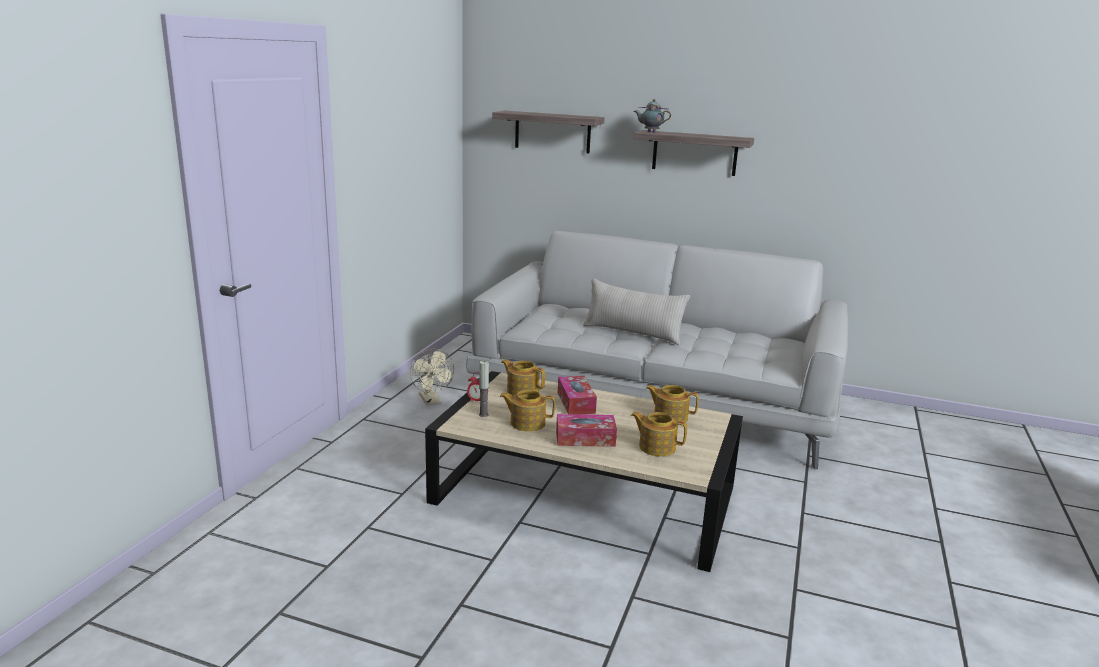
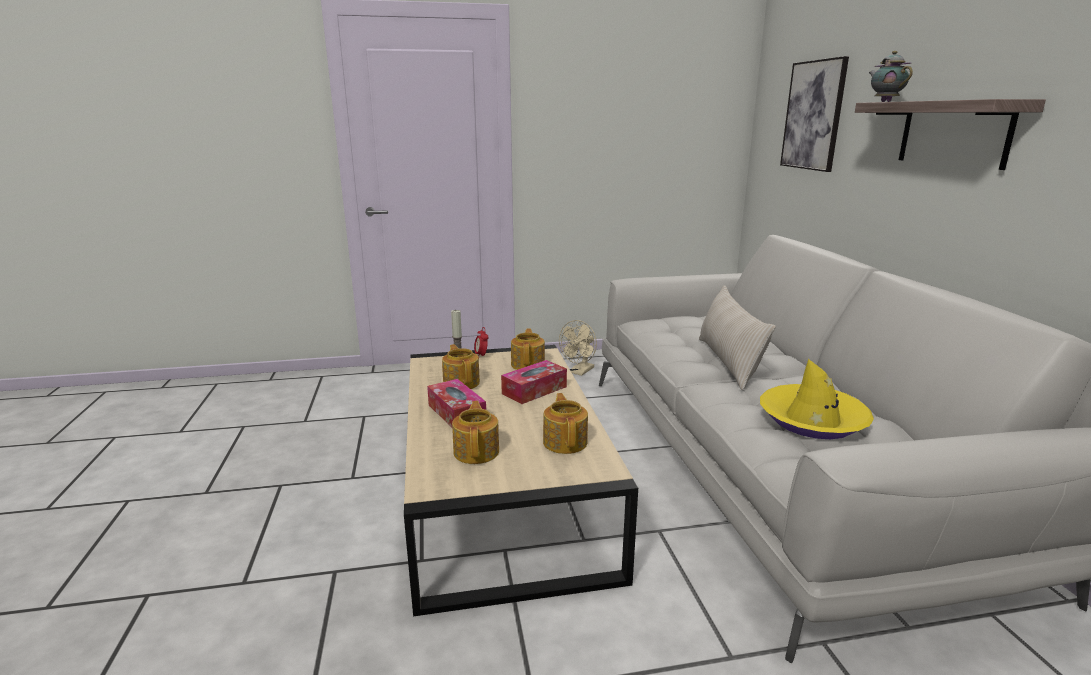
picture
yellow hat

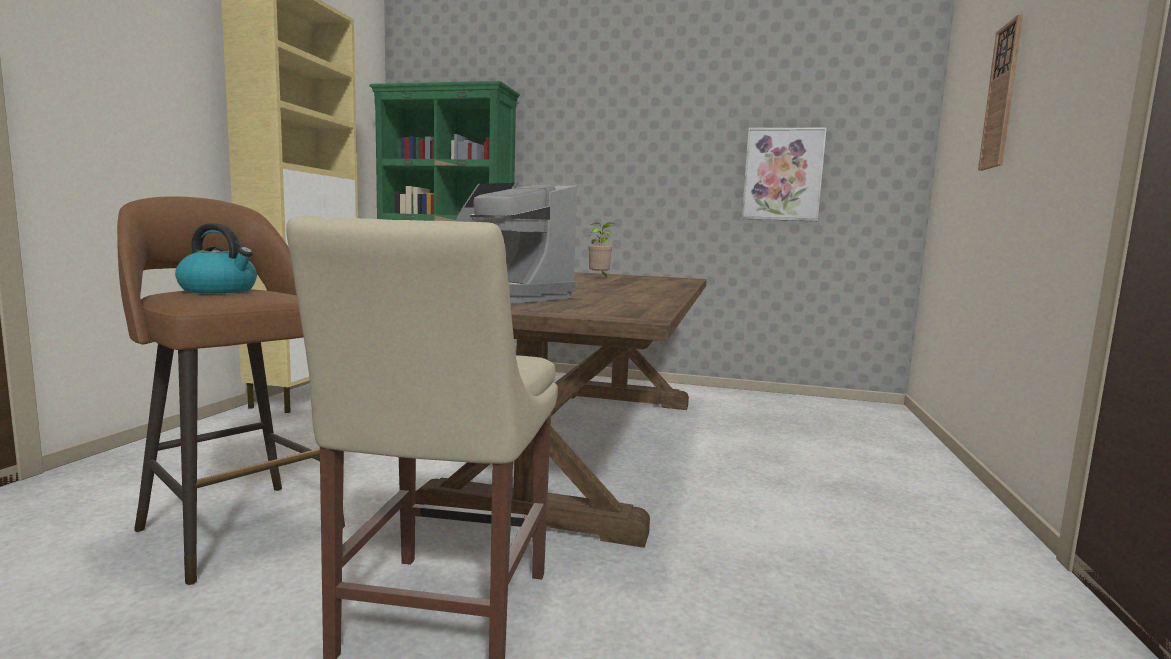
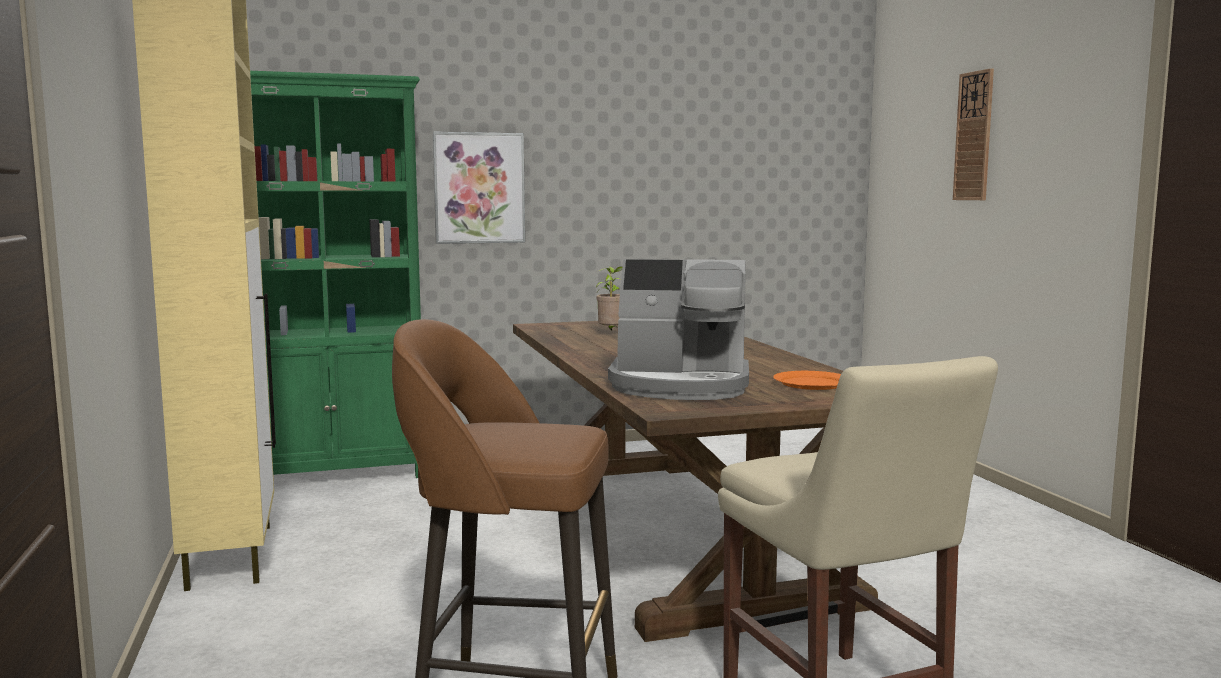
picture
kettle
orange plate

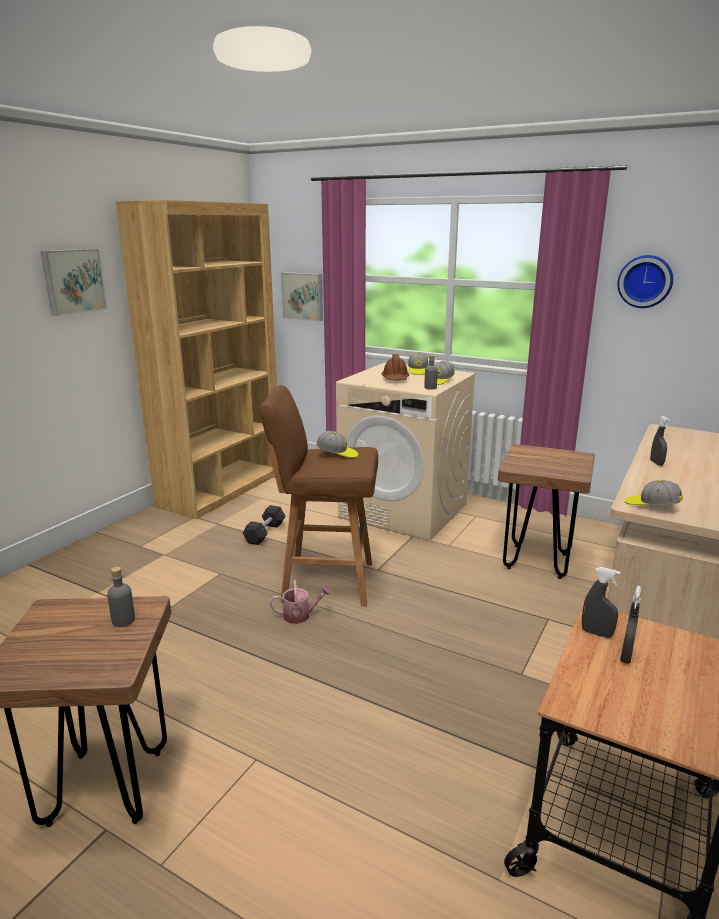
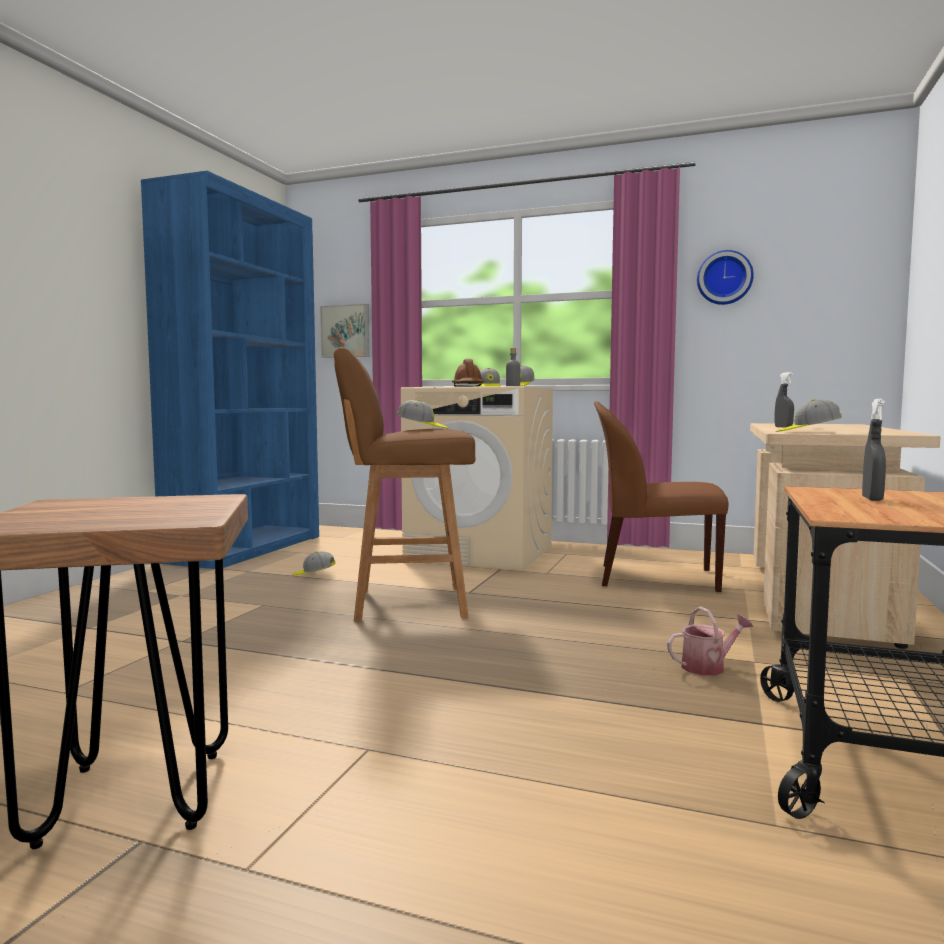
blue bookcase
picture (no. 1 from left in the first image)
brown chair
cap (no. 1 from left)
grey bottle (no. 1 from left in the first image)
grey spray bottle (no. 1 from left in the first image)
watering can

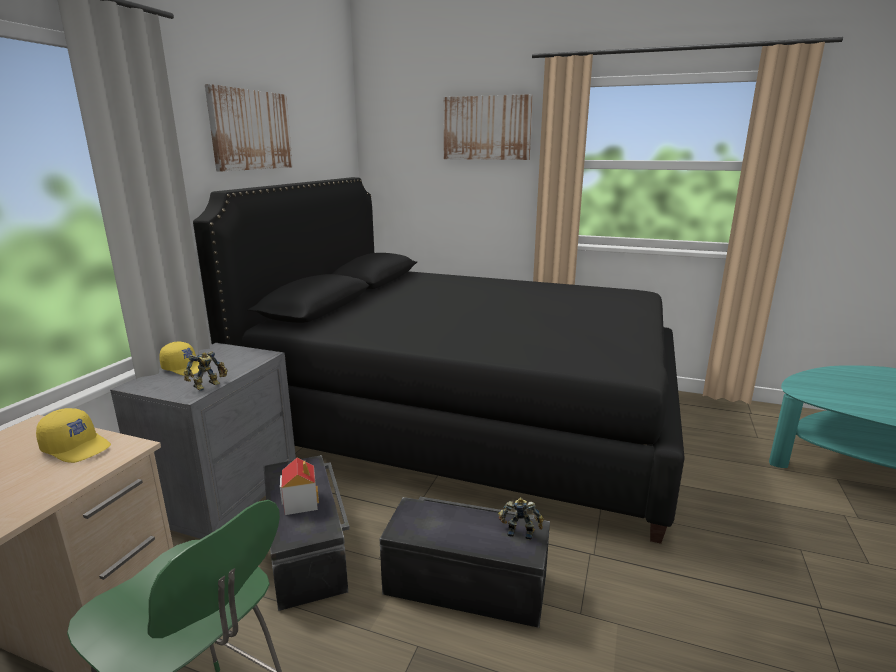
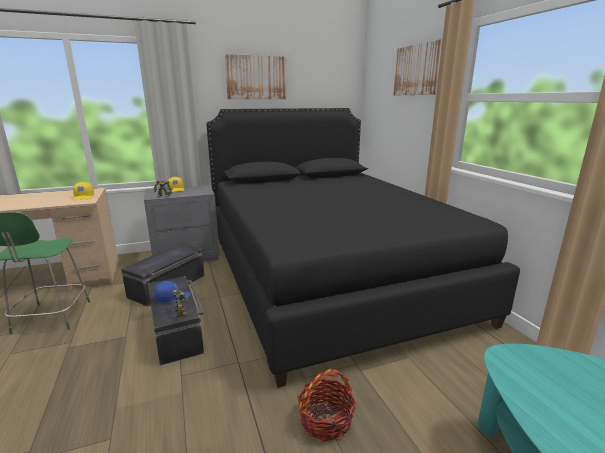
toy house
blue cap
basket

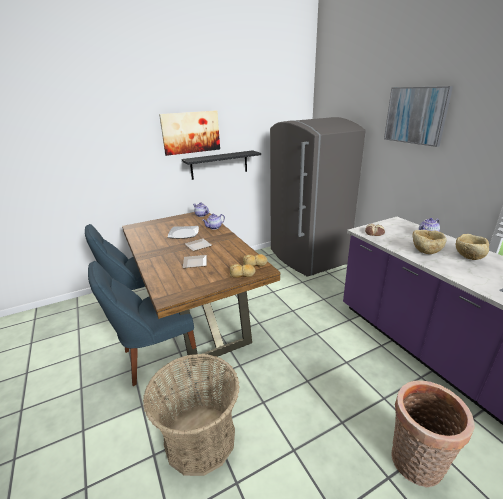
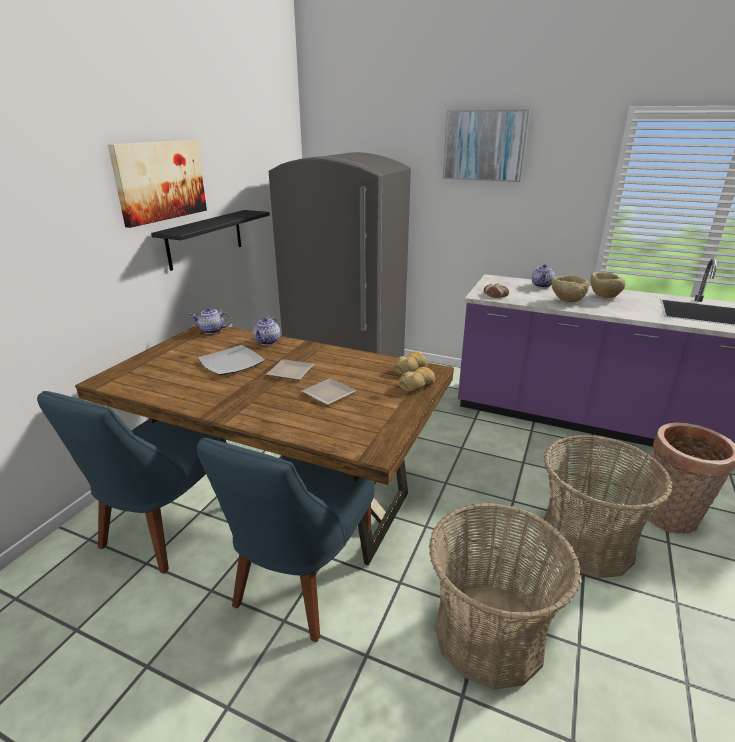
basket (no. 2 from left)

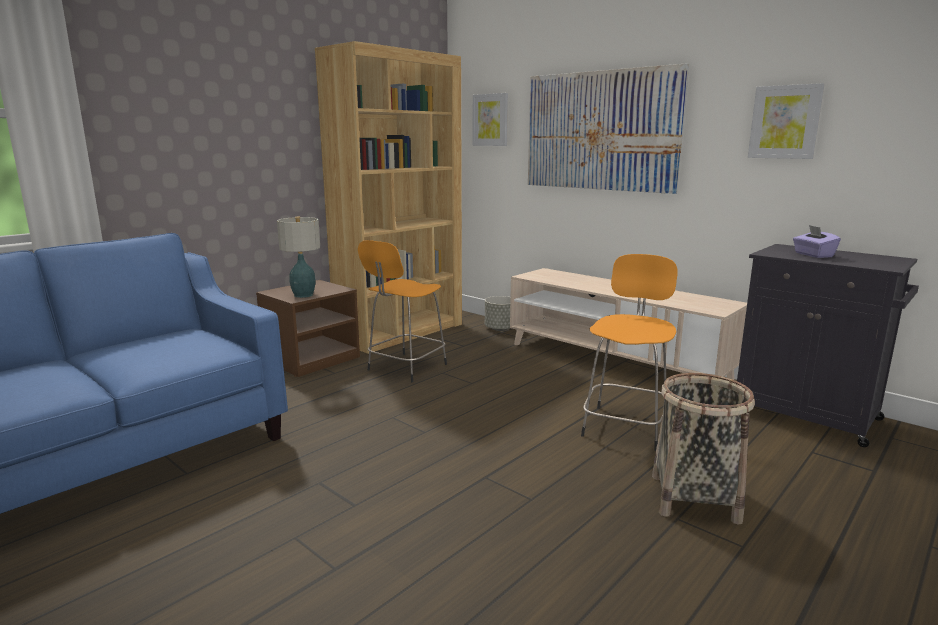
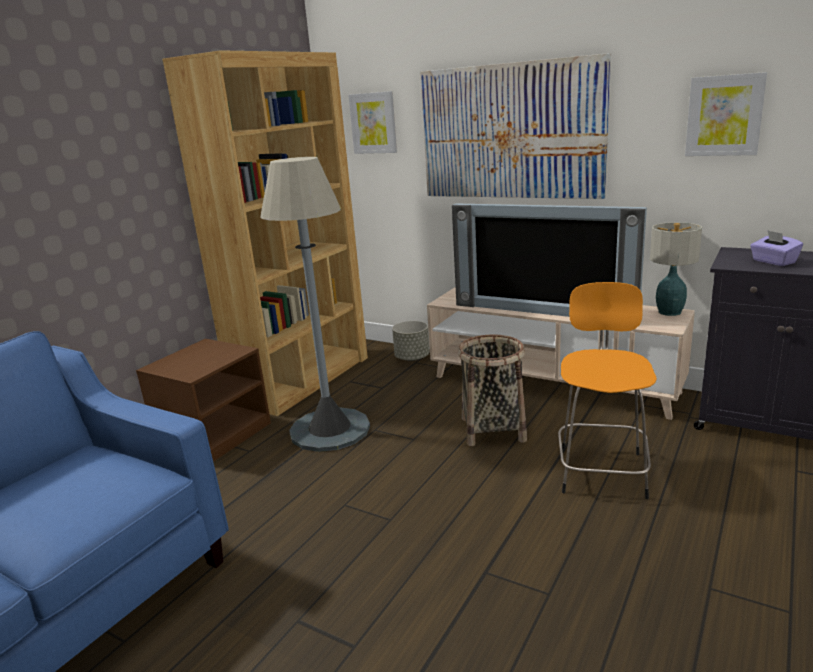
table lamp
grey floor lamp
basket
television

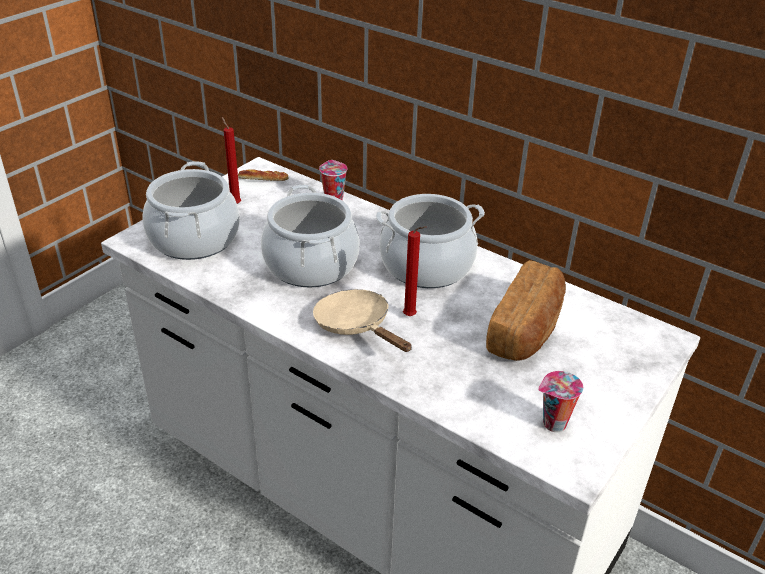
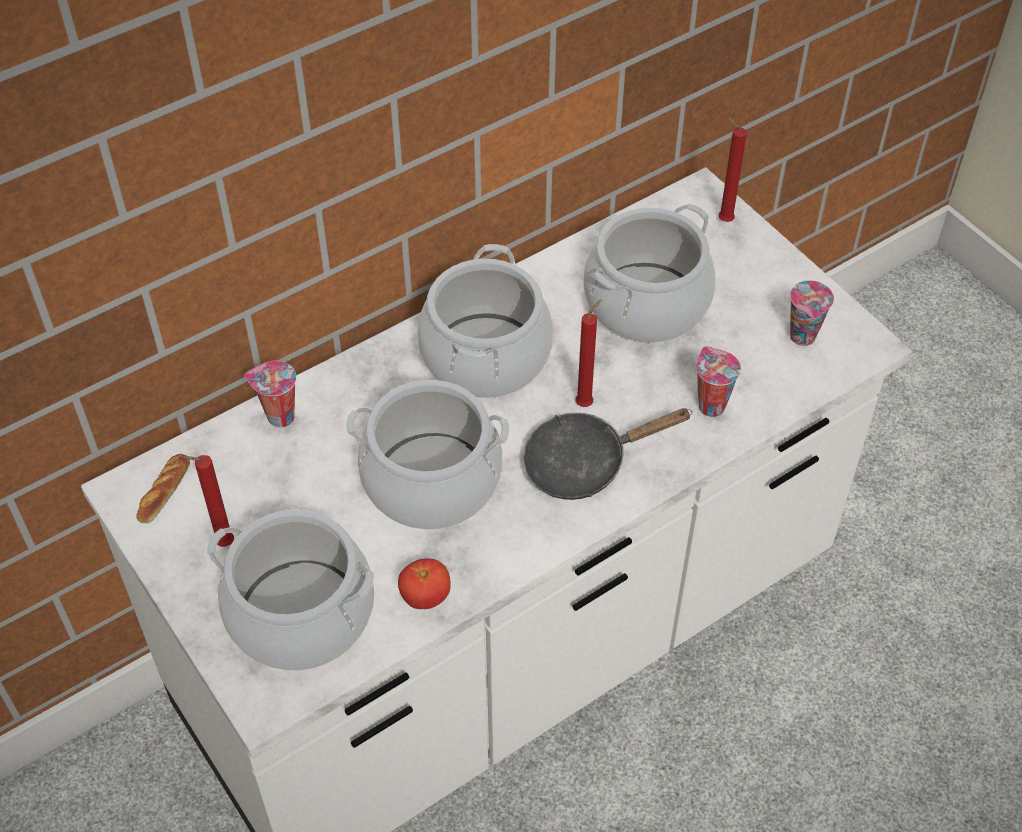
cooking pot (no. 4 from left)
black frying pan
red candle (no. 3 from left)
cup (no. 2 from left)
tomato

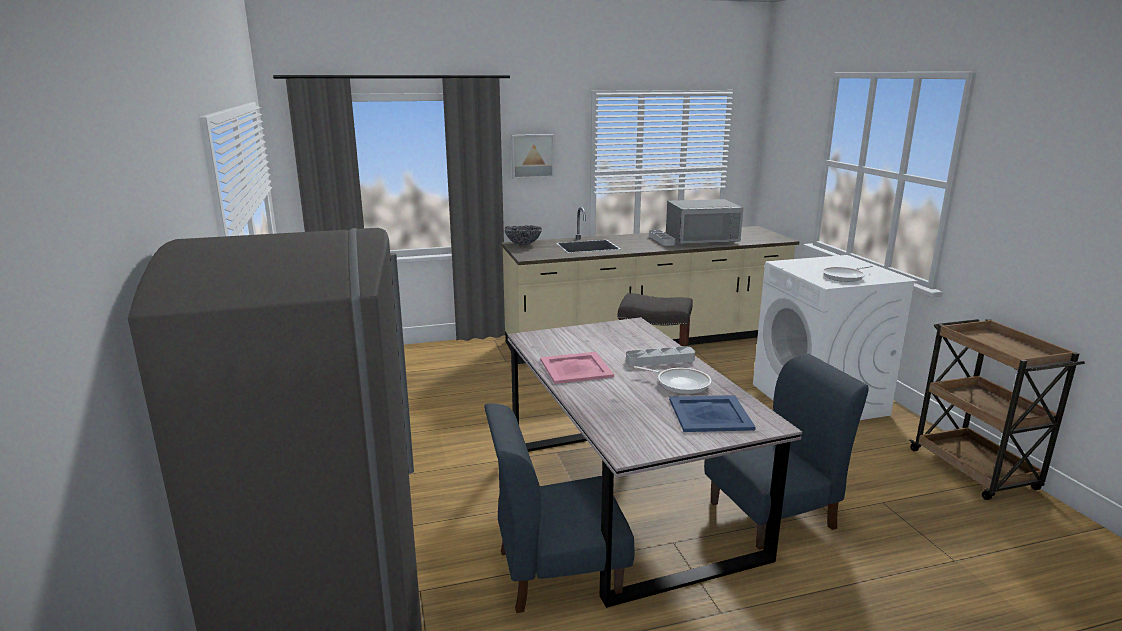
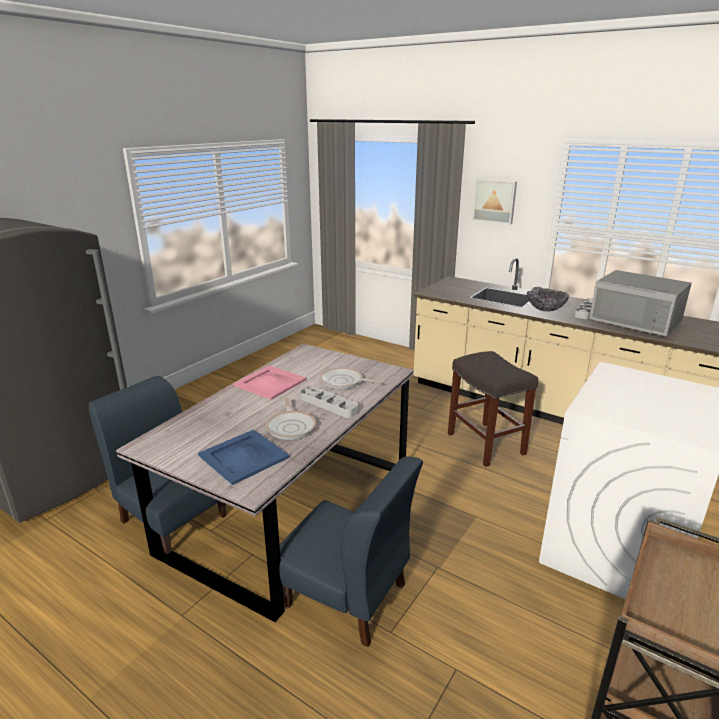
bowl
frying pan (no. 2 from left)

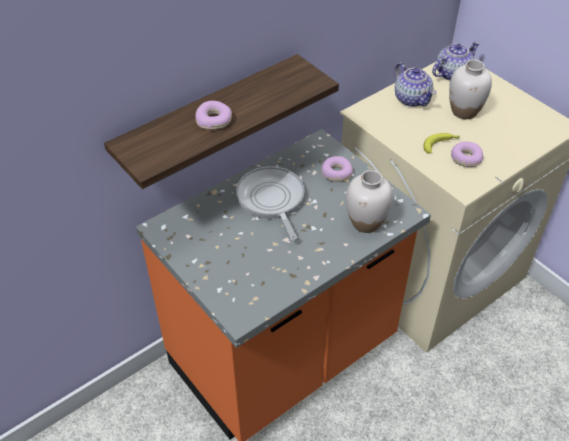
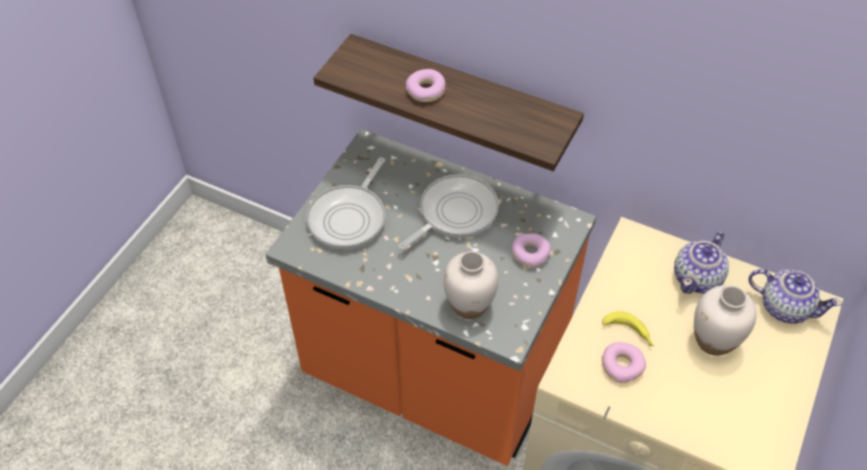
frying pan (no. 1 from left)

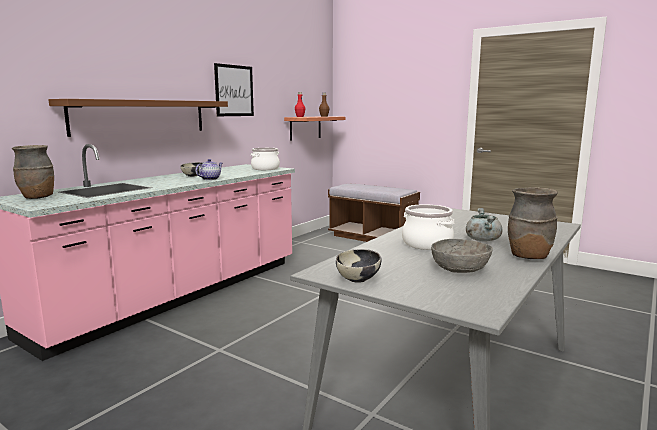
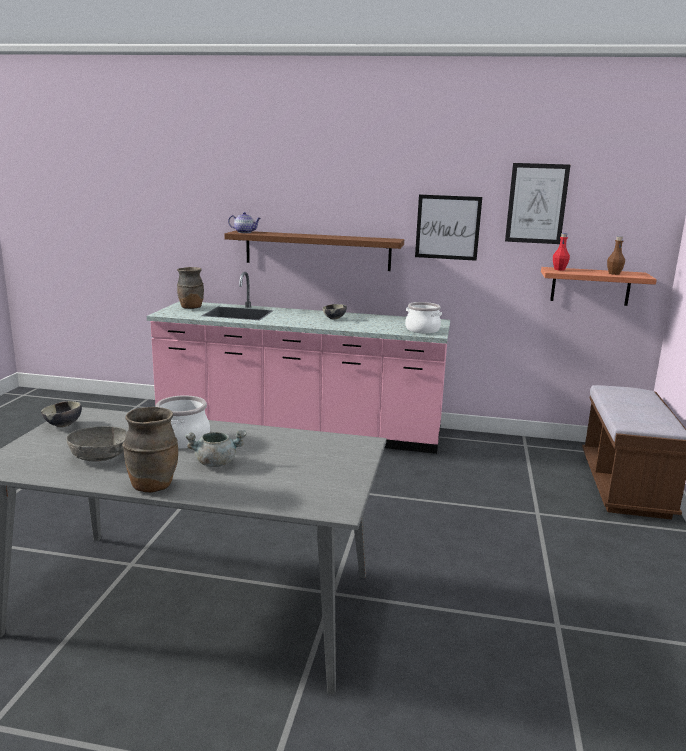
teapot
picture (no. 2 from left)

